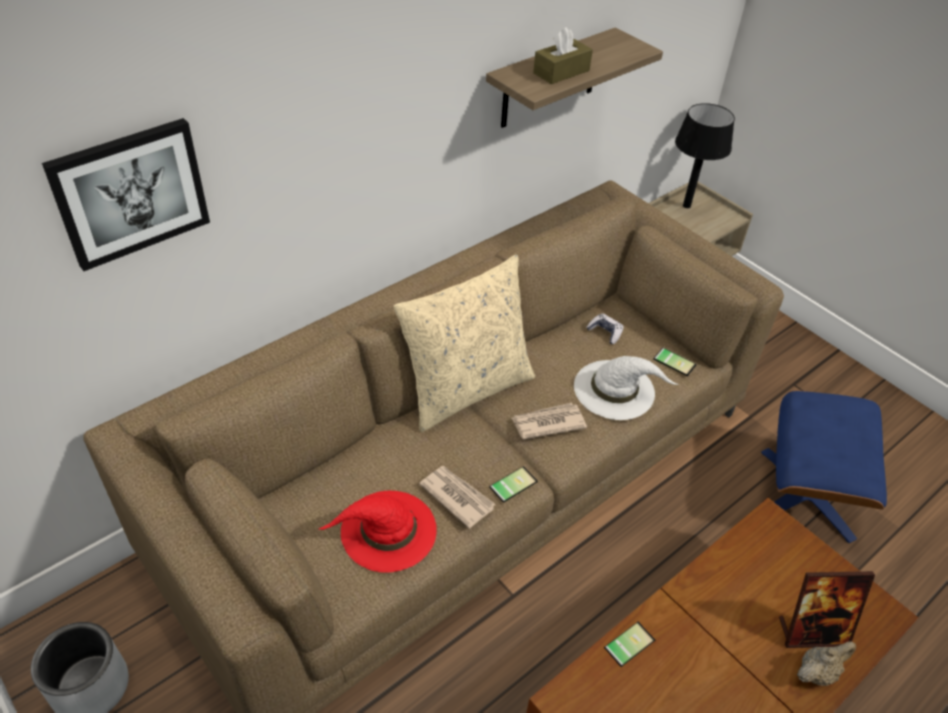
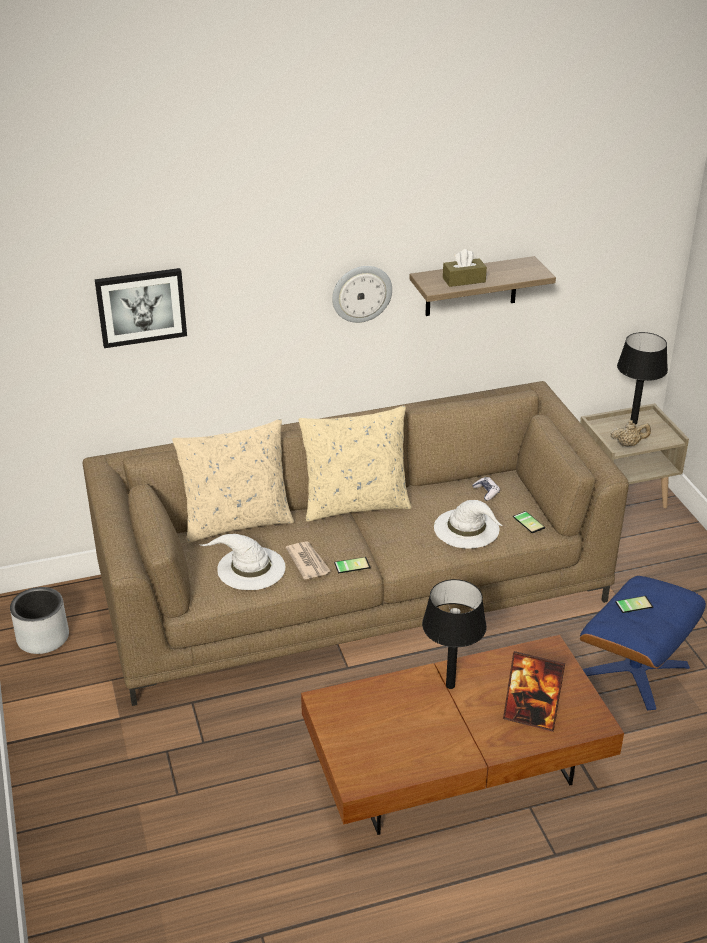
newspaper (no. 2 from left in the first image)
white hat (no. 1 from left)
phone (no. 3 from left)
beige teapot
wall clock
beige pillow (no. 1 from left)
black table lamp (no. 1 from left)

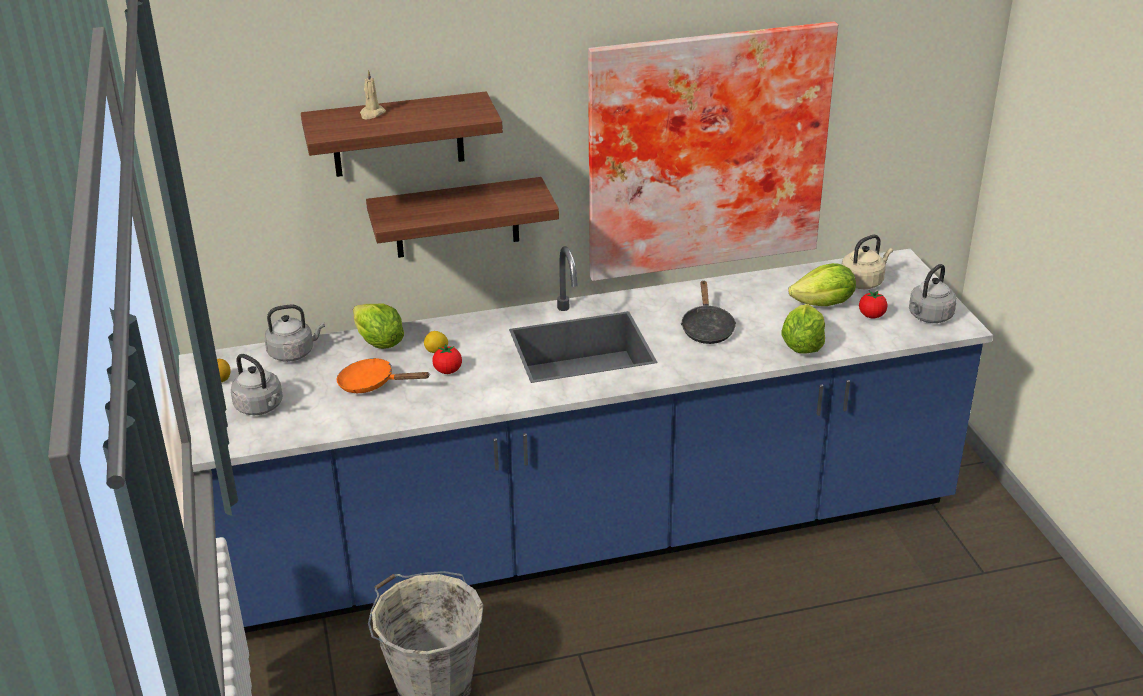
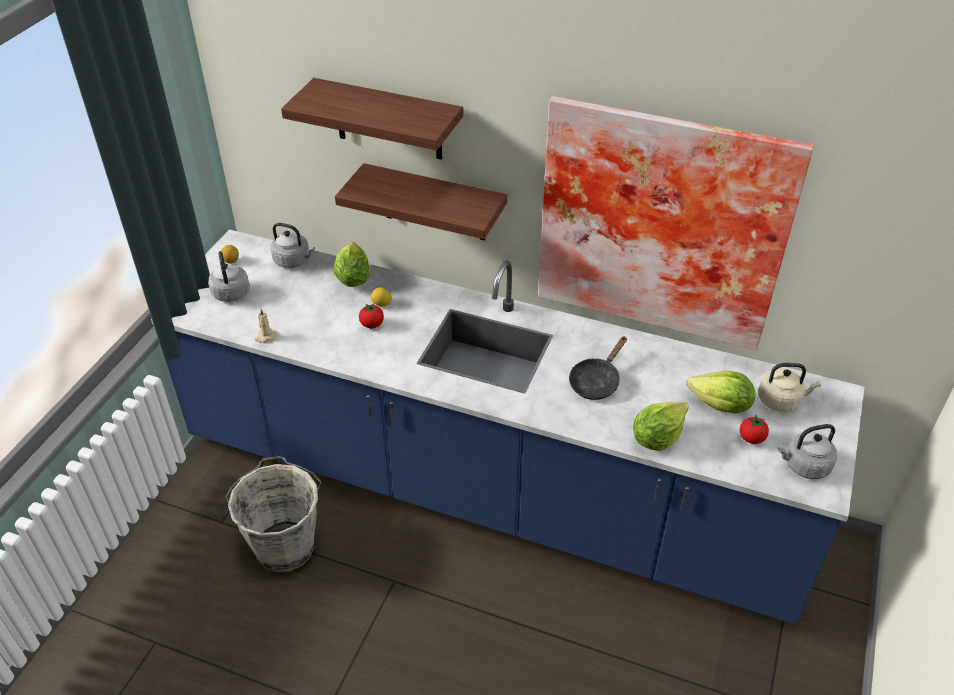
beige candle
orange frying pan

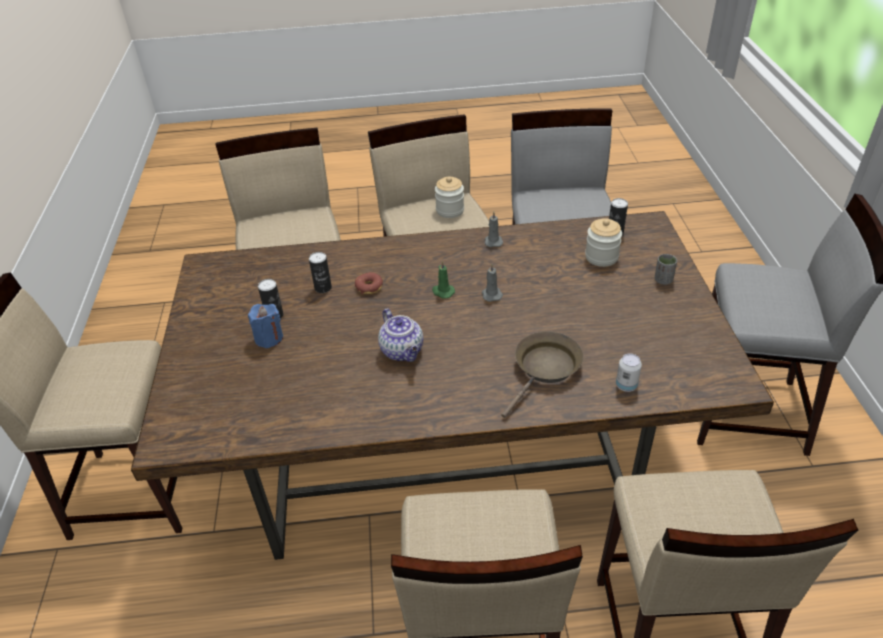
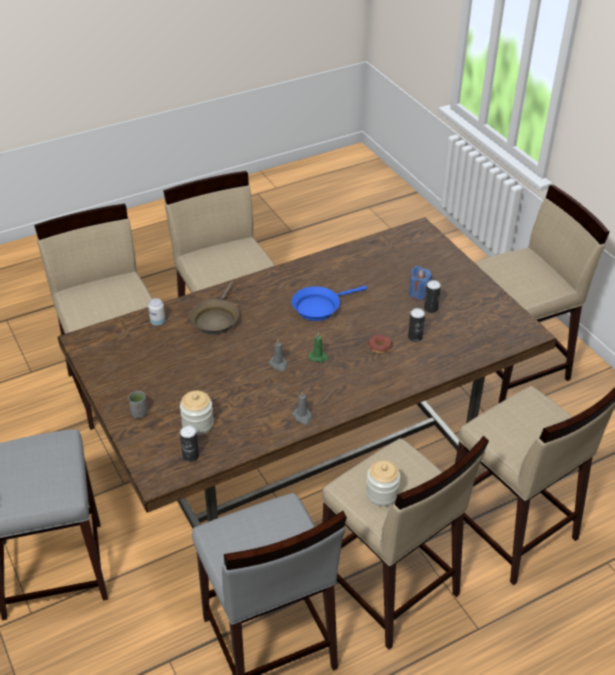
blue frying pan

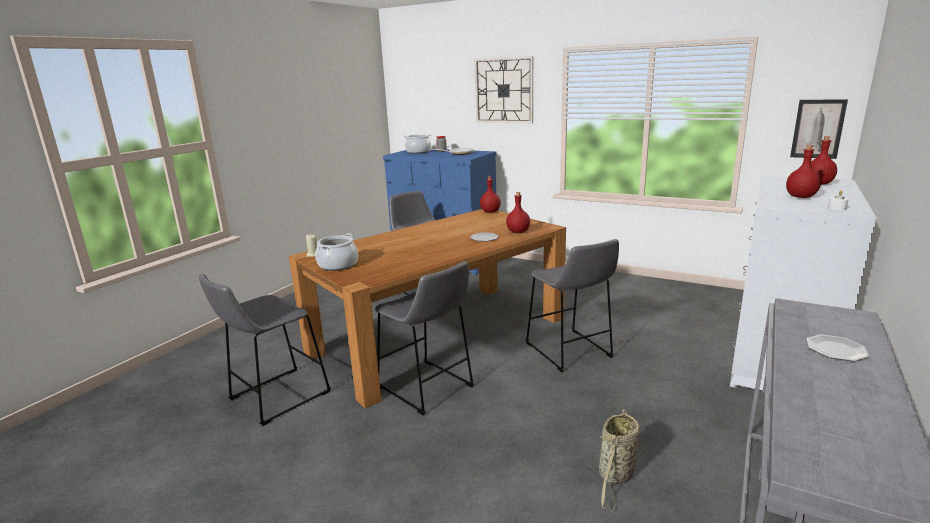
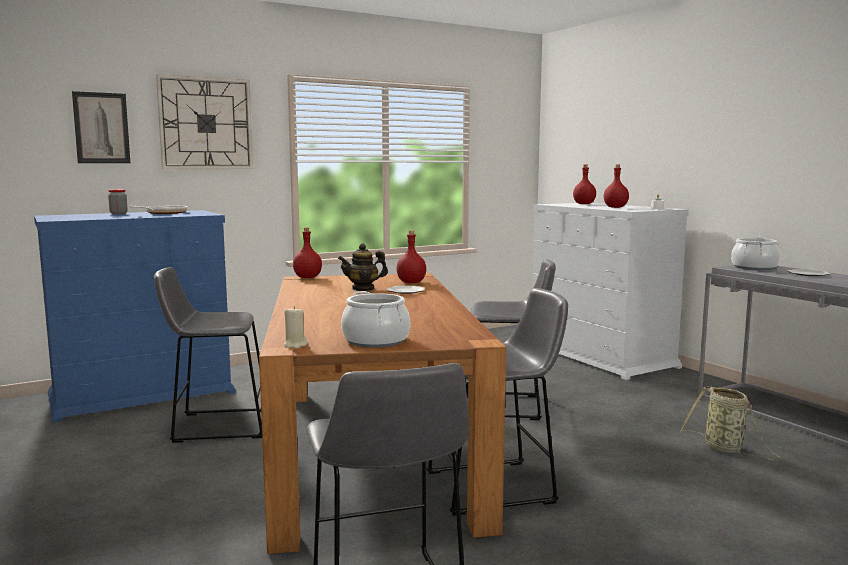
picture
cooking pot (no. 2 from left)
teapot

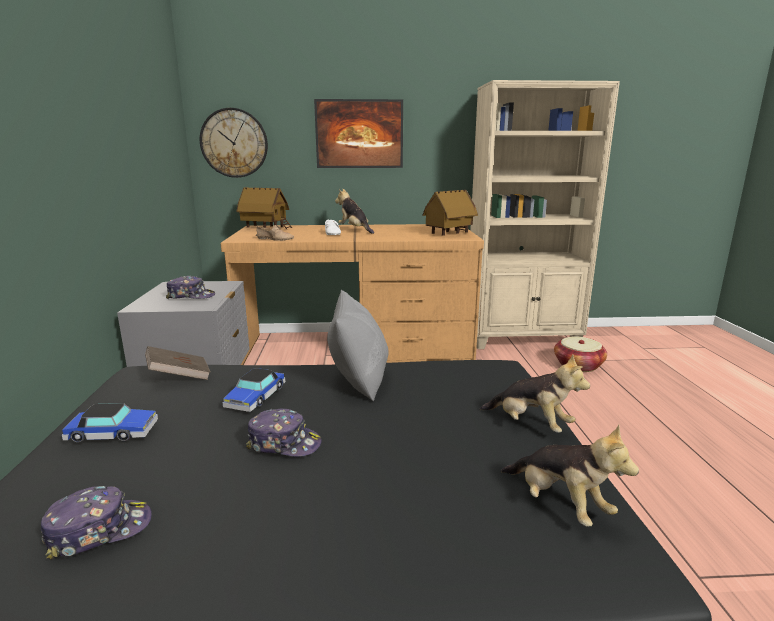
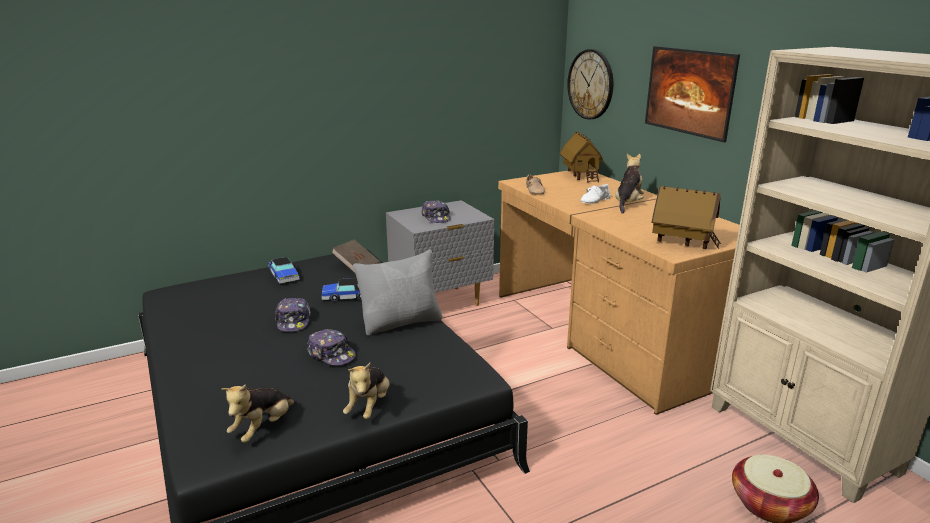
cap (no. 2 from left)

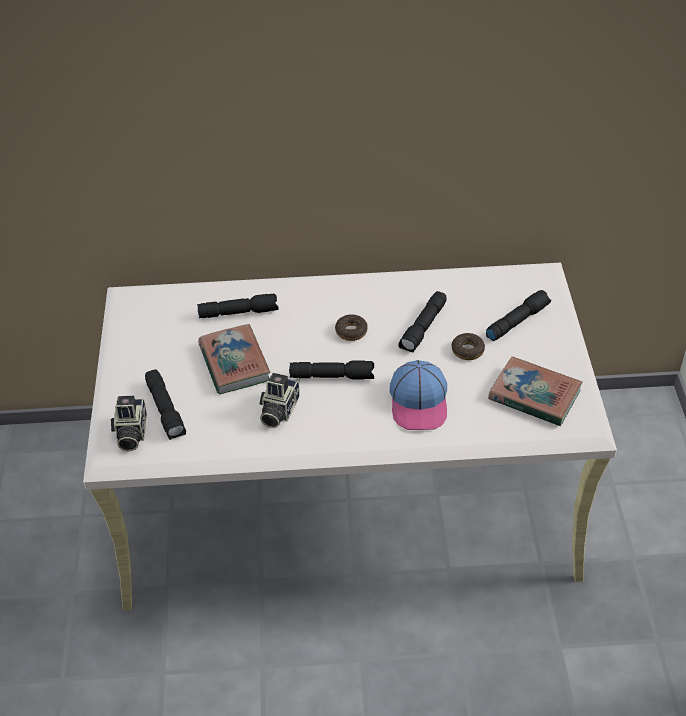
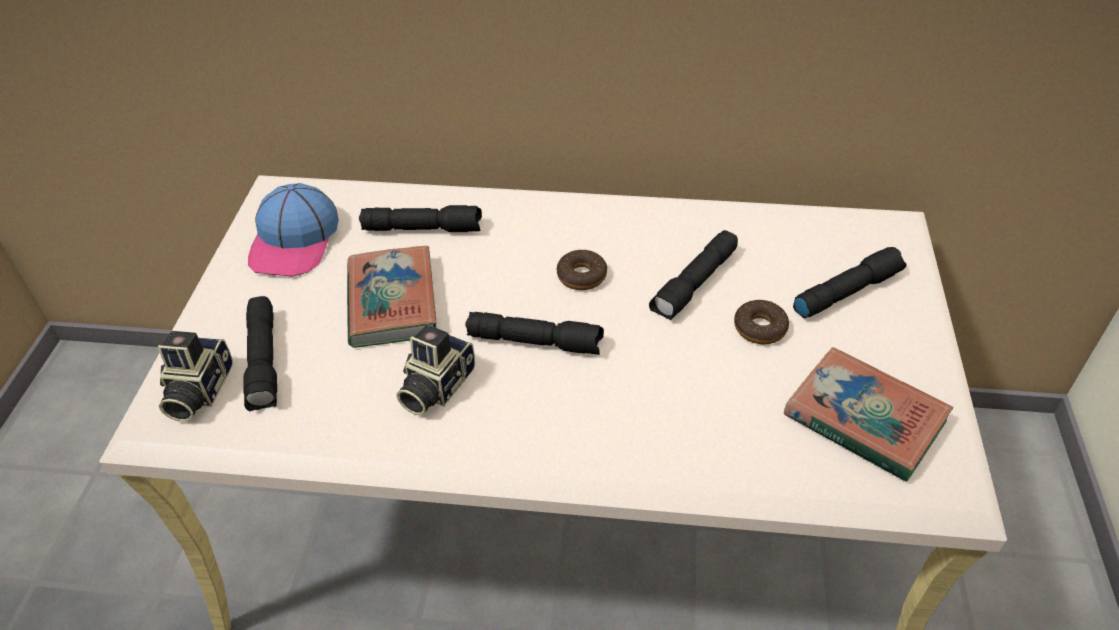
cap

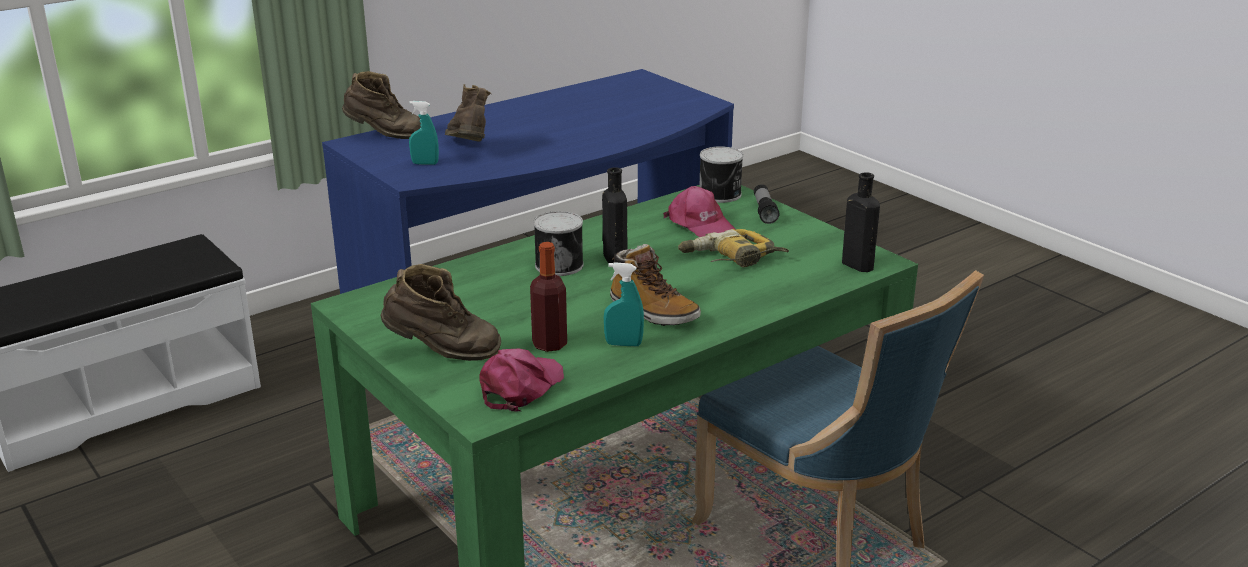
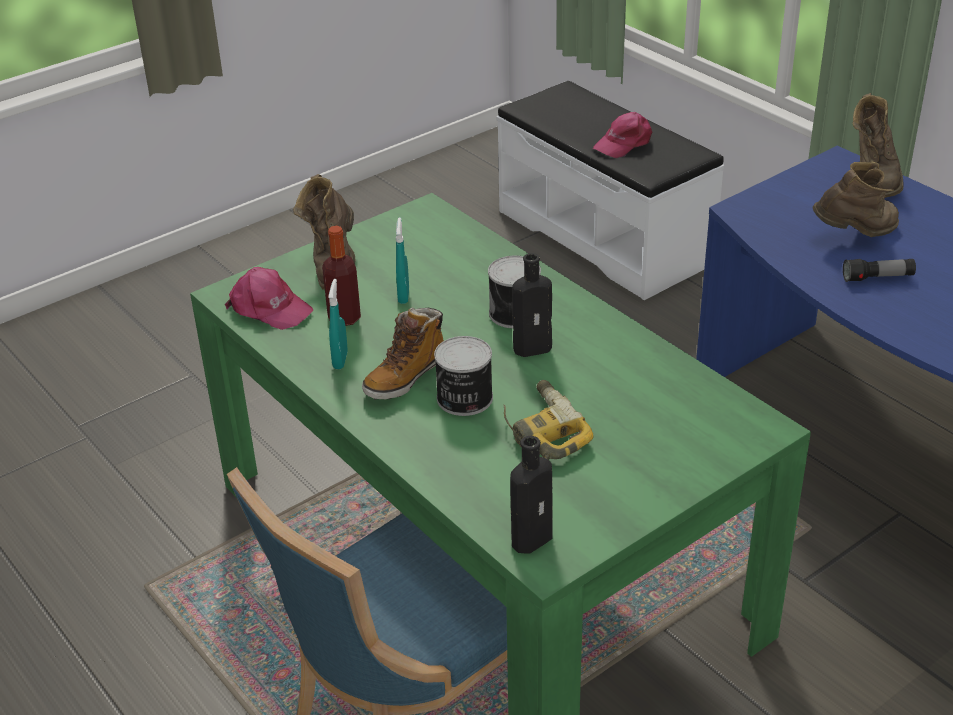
turquoise spray bottle (no. 2 from left)
can (no. 1 from left)
flashlight
pink cap (no. 2 from left)

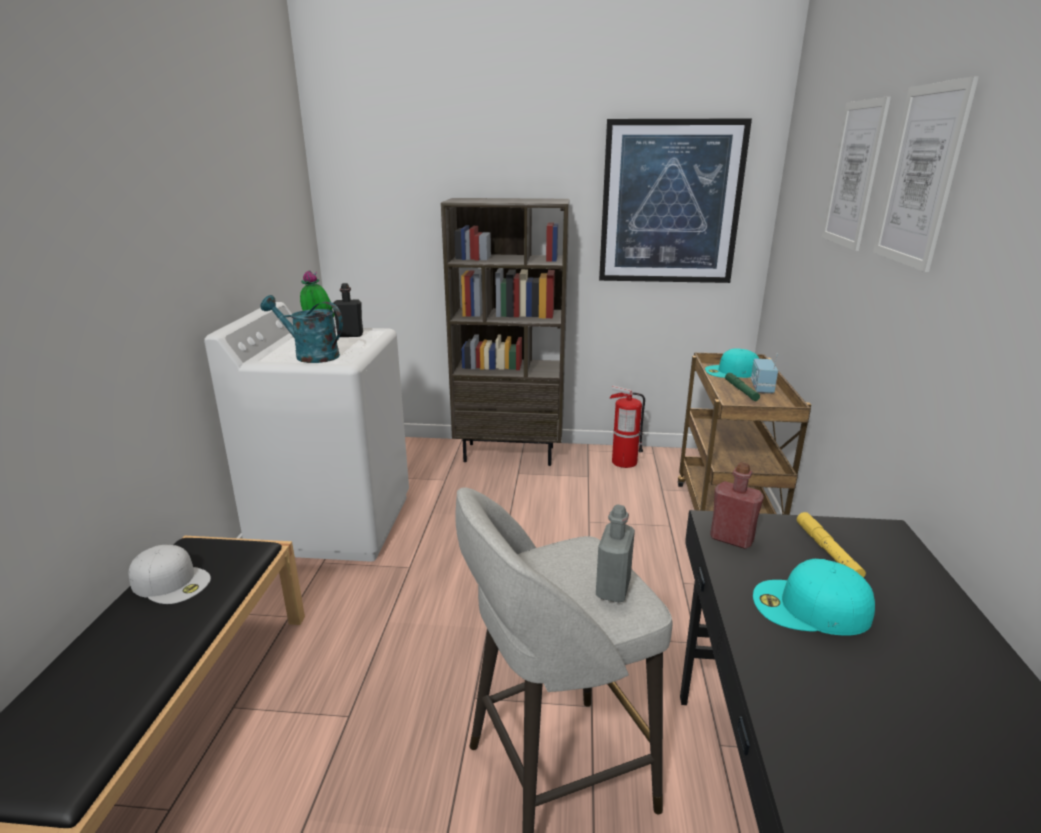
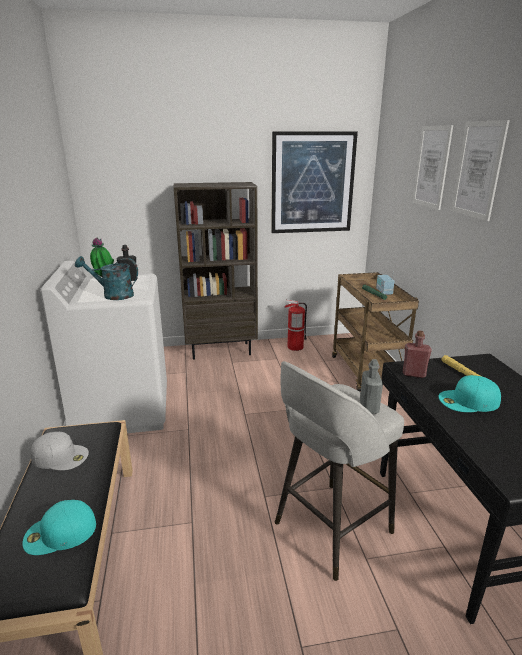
turquoise cap (no. 1 from left)

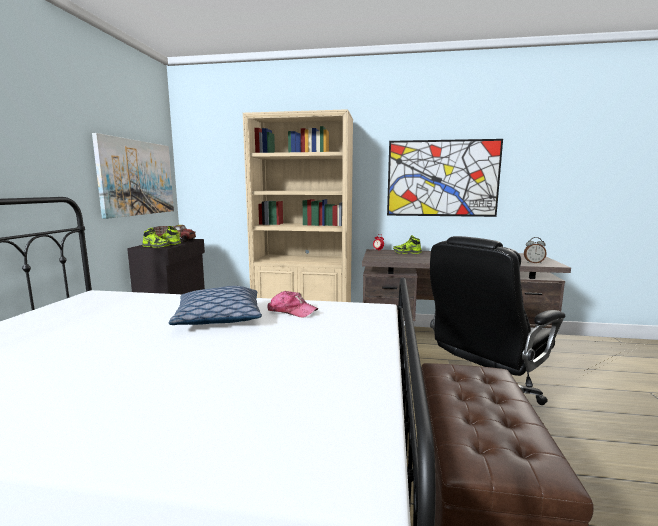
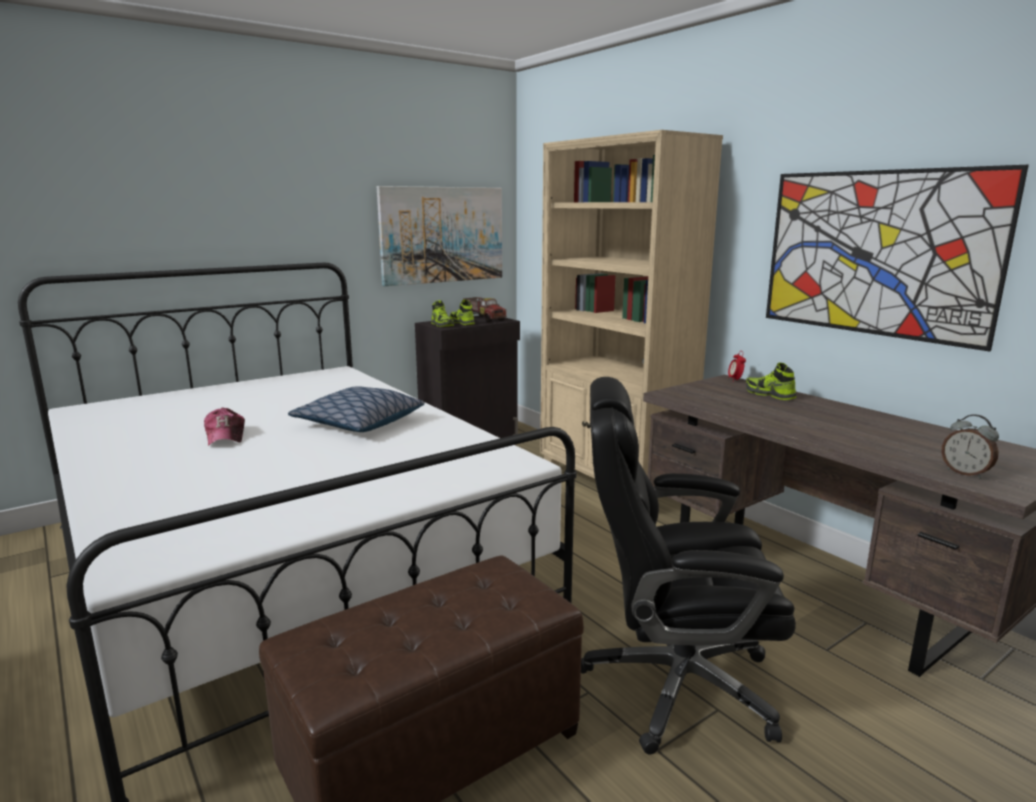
cap

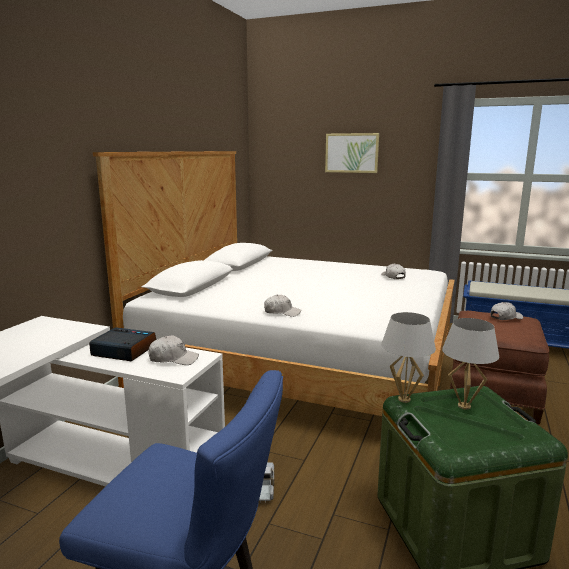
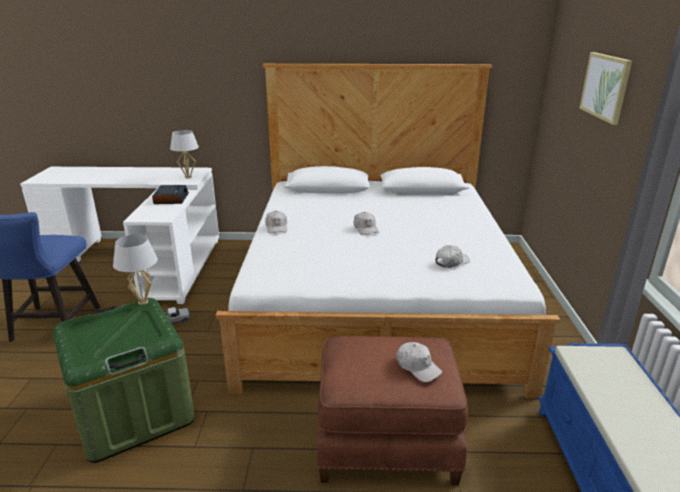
white table lamp (no. 2 from left)
white cap (no. 2 from left)

